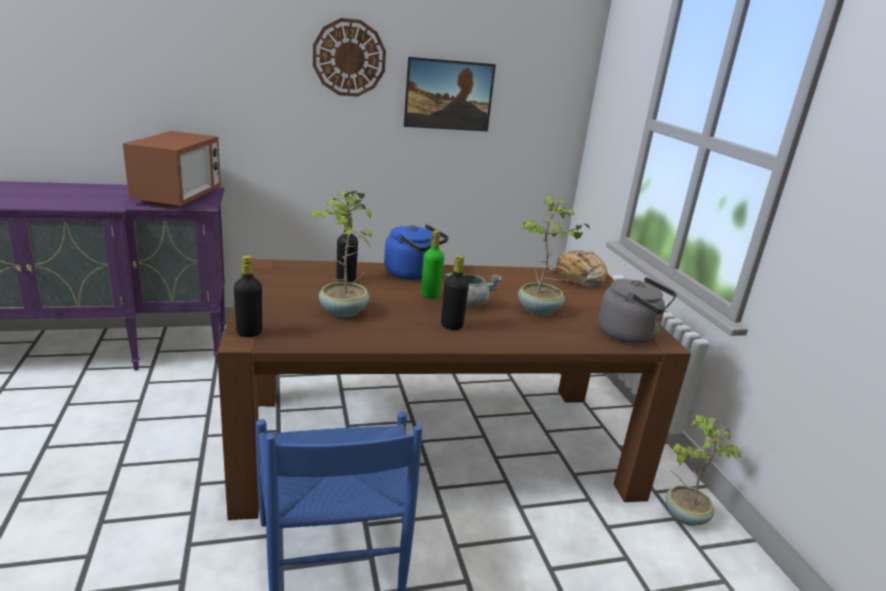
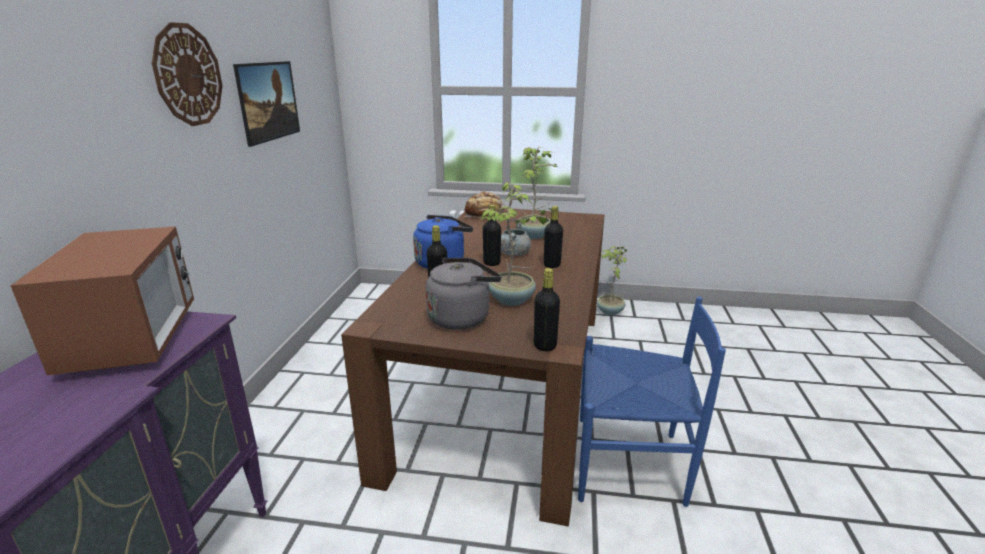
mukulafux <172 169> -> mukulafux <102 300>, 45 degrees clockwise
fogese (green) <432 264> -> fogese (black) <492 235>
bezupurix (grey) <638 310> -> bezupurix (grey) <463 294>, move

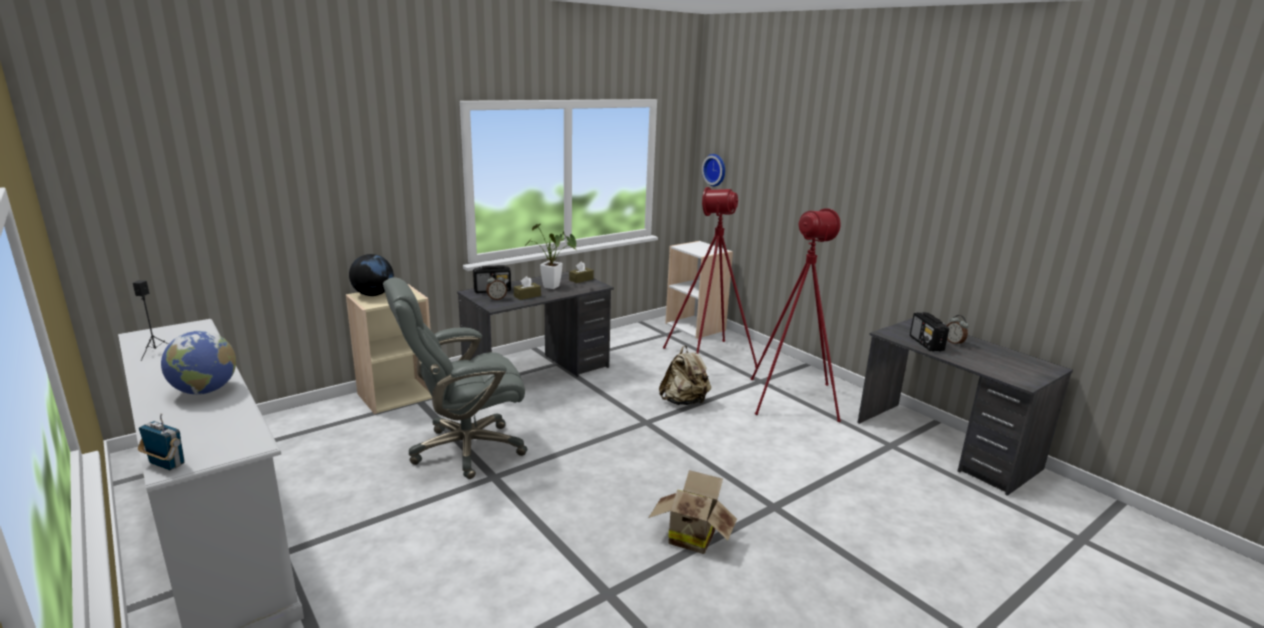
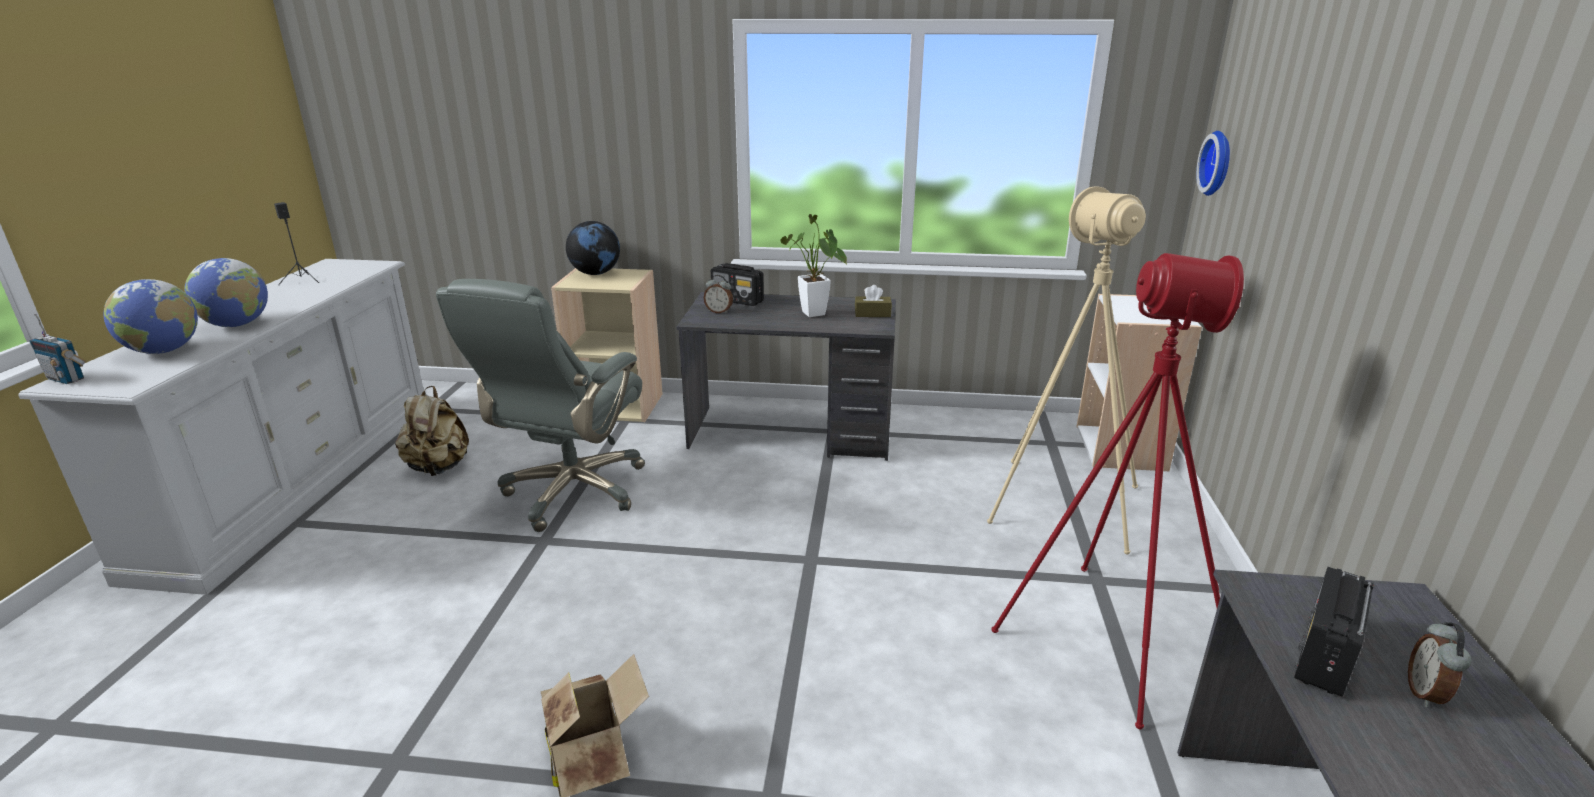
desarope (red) <710 277> -> desarope (beige) <1066 370>
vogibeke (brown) <527 288> -> none
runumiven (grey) <455 378> -> runumiven (grey) <540 405>, 90 degrees counterclockwise
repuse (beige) <685 375> -> repuse (beige) <432 431>, move
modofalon <161 441> -> modofalon <58 349>, 135 degrees clockwise
none -> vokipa <151 316>

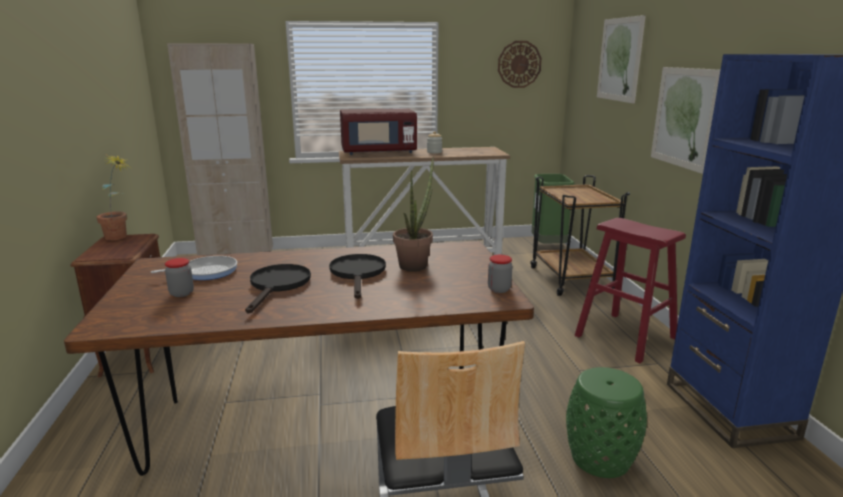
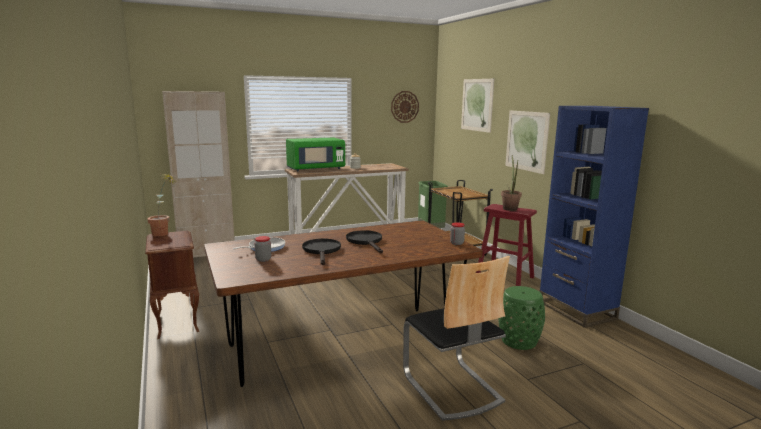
mukulafux (red) <378 131> -> mukulafux (green) <315 155>
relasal <413 215> -> relasal <511 183>, move

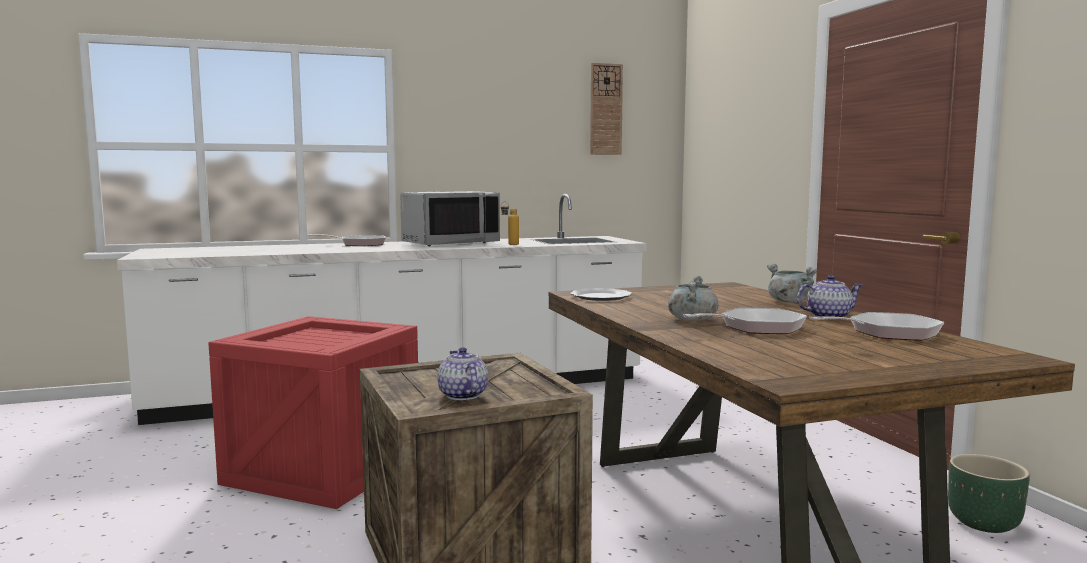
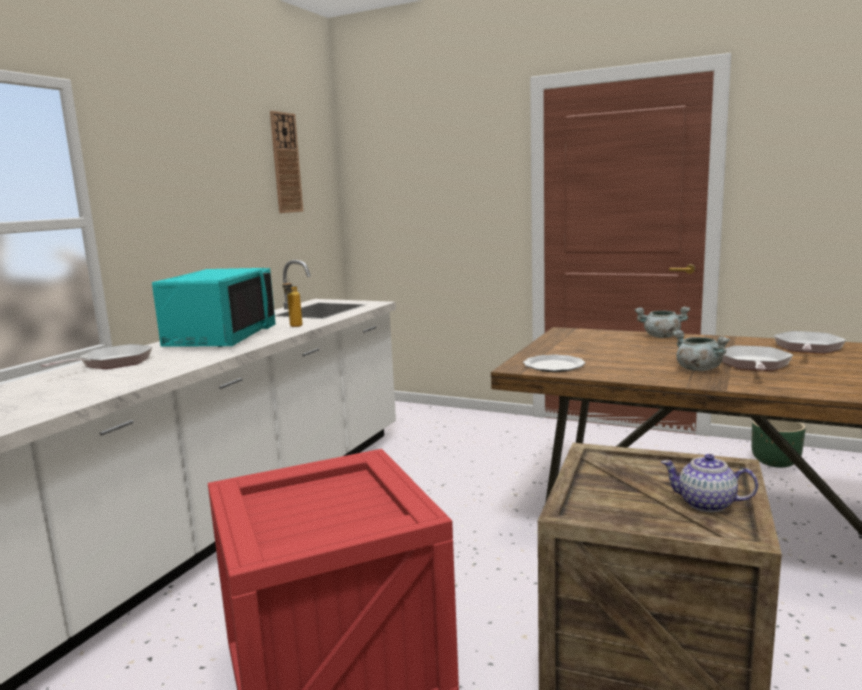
mukulafux (grey) <450 218> -> mukulafux (turquoise) <214 307>
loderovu <829 296> -> none

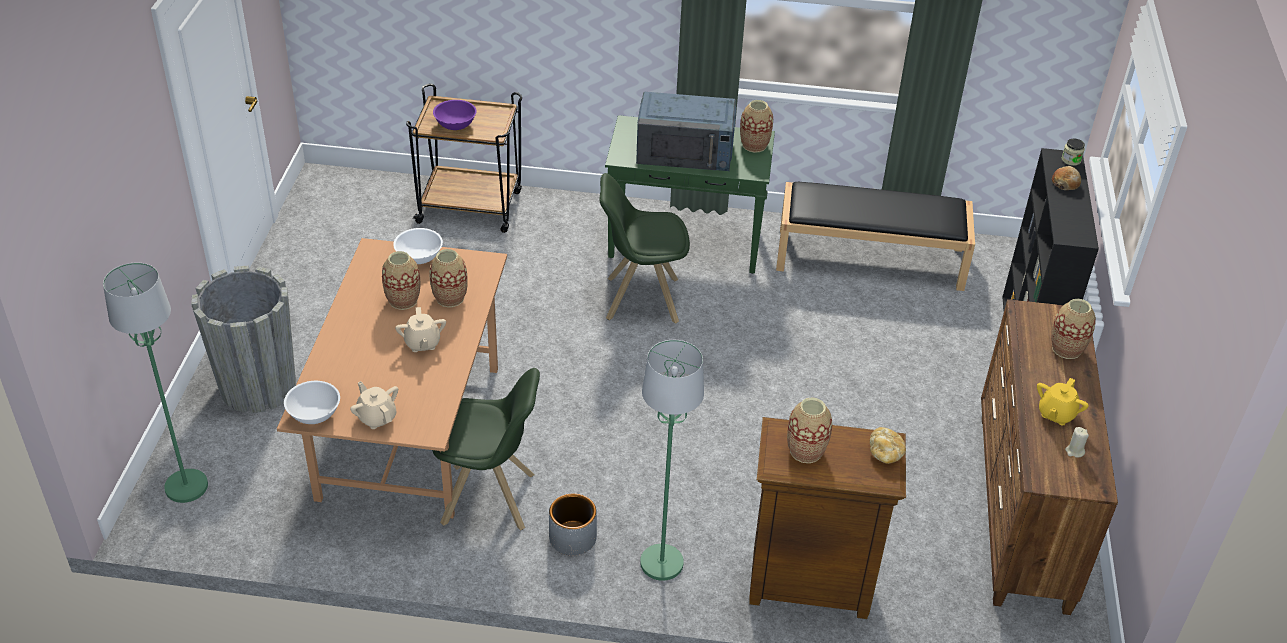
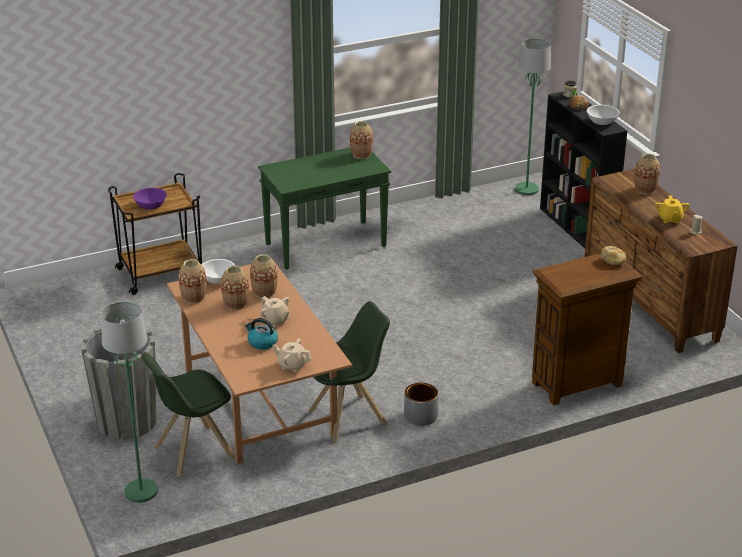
mukulafux (blue) <686 131> -> none
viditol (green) <645 248> -> viditol (green) <188 415>, move
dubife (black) <875 236> -> none
desarope (green) <672 460> -> desarope (green) <533 117>, move
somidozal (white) <312 402> -> somidozal (white) <603 115>, move
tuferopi <810 430> -> tuferopi <192 281>, move
none -> bezupurix <261 334>

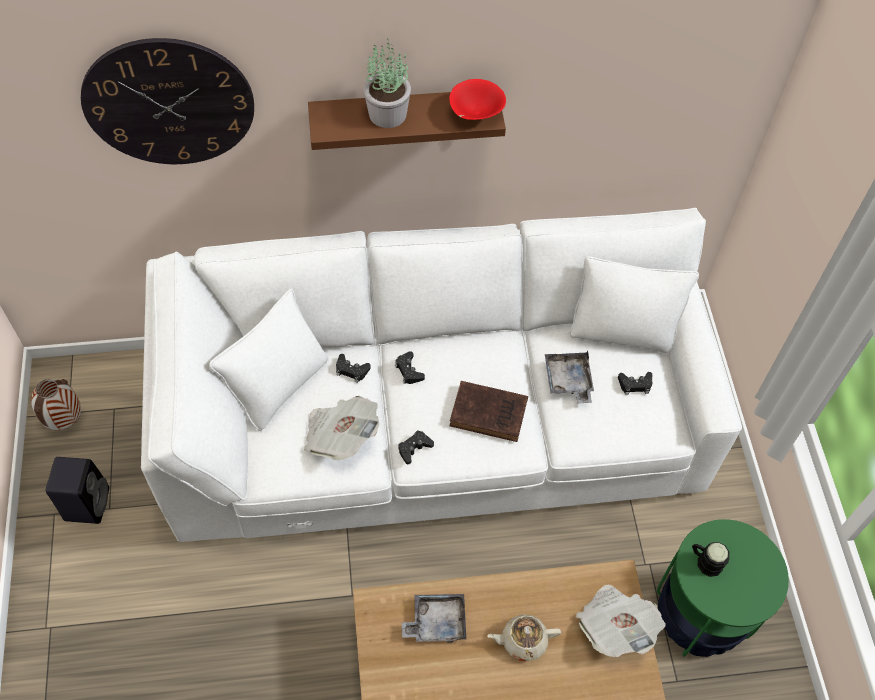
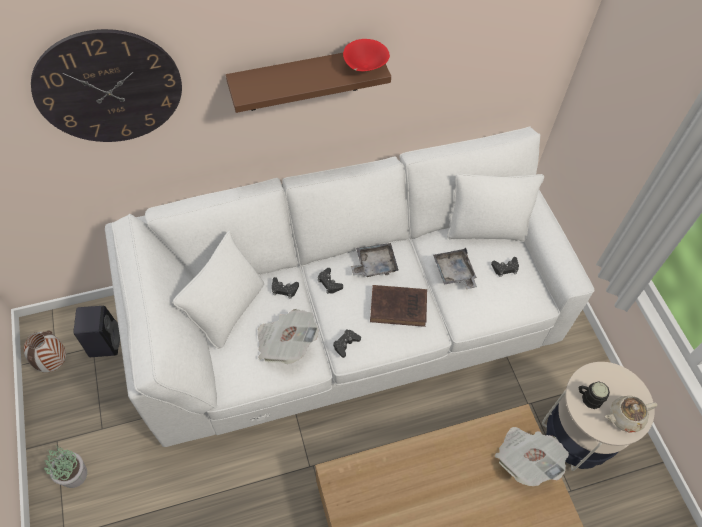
relasal <387 83> -> relasal <65 467>, move
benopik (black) <77 490> -> benopik (black) <96 331>, move
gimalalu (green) <723 588> -> gimalalu (beige) <598 416>
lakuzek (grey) <434 618> -> lakuzek (grey) <375 260>, move
loderovu (beige) <524 637> -> loderovu (beige) <631 414>, move

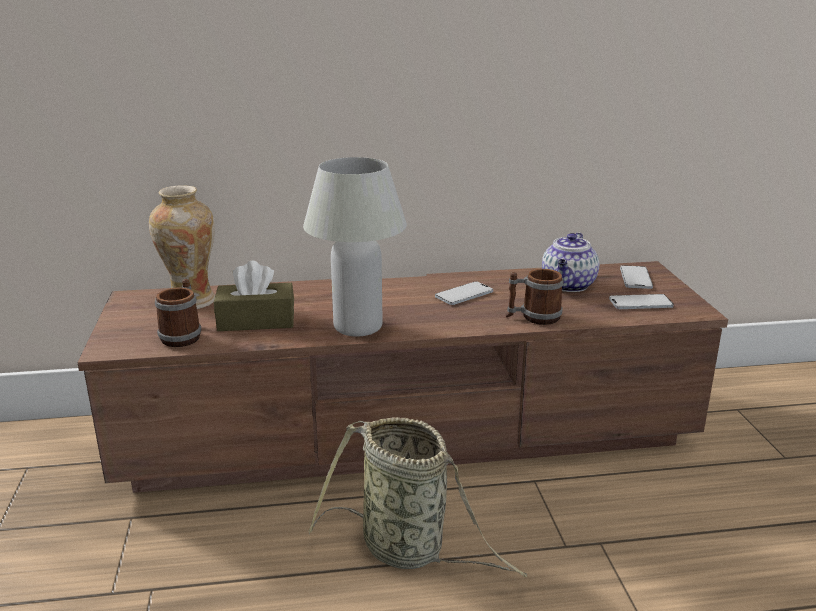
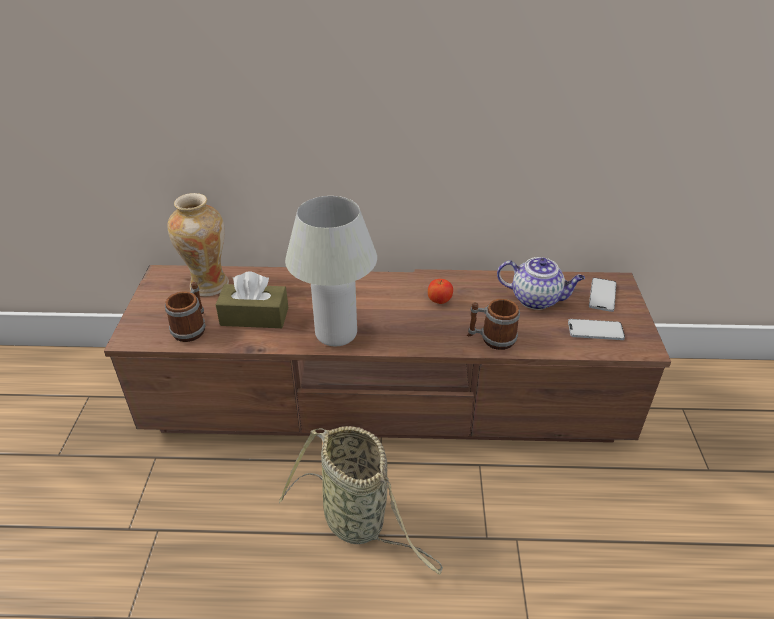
loderovu <570 262> -> loderovu <541 283>, 105 degrees counterclockwise
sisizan <464 293> -> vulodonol <440 291>

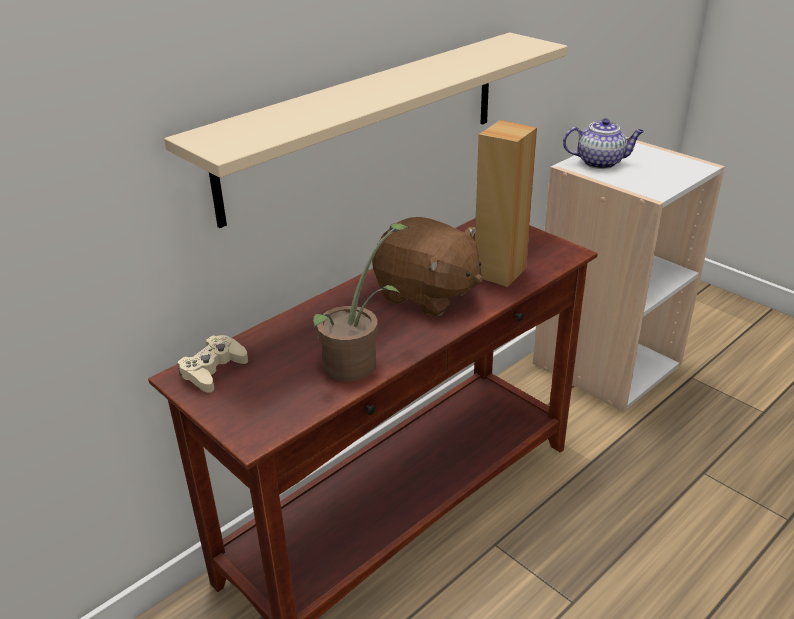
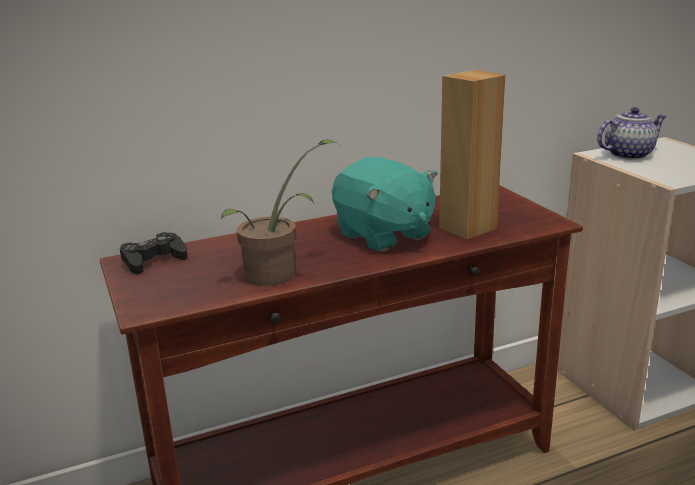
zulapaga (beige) <365 130> -> none
loderovu <603 143> -> loderovu <631 133>, 45 degrees counterclockwise
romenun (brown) <427 267> -> romenun (turquoise) <385 204>
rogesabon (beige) <213 364> -> rogesabon (black) <154 253>

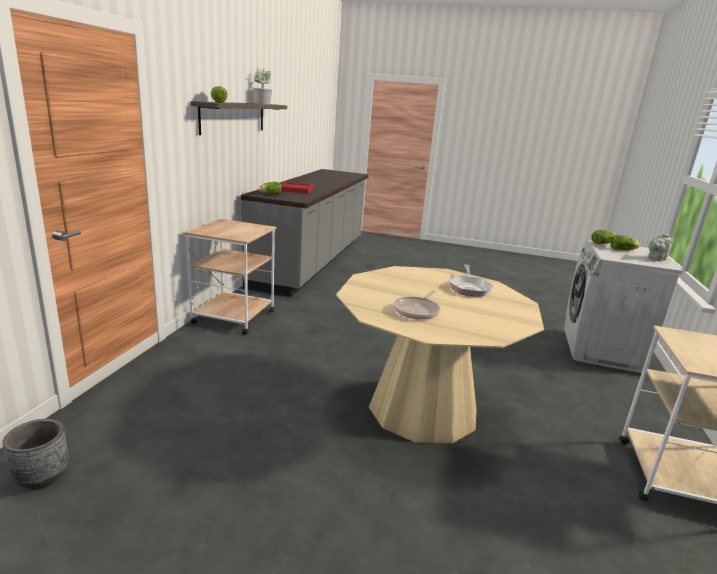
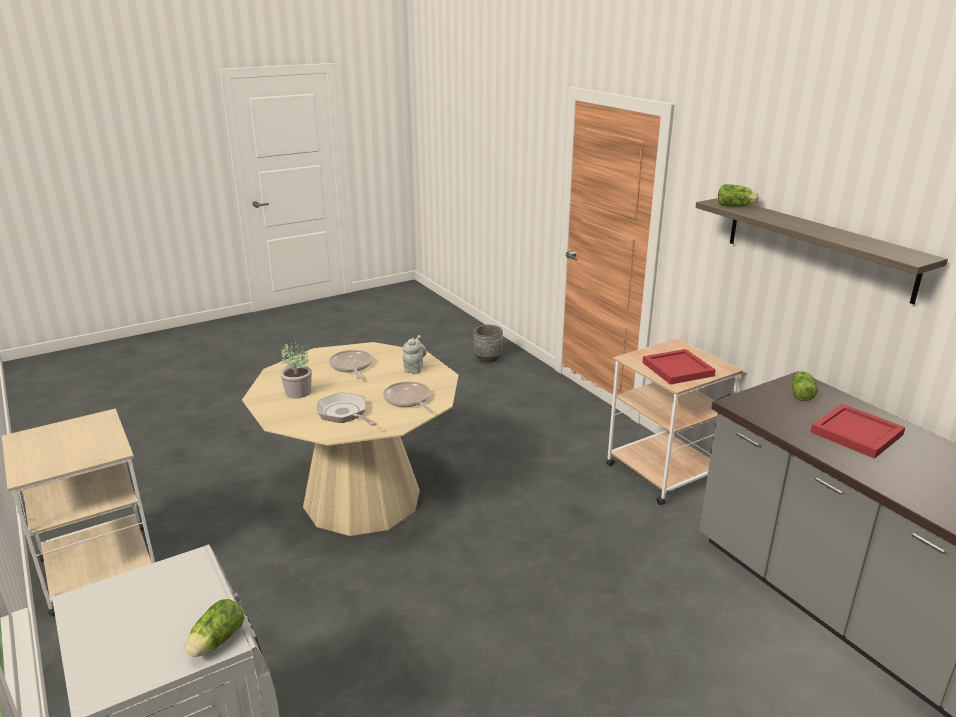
relasal <262 86> -> relasal <296 368>, move
loderovu (grey) <660 247> -> loderovu (grey) <414 354>, move
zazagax <625 242> -> none
none -> lakuzek (red) <679 367>
none -> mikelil <408 397>

